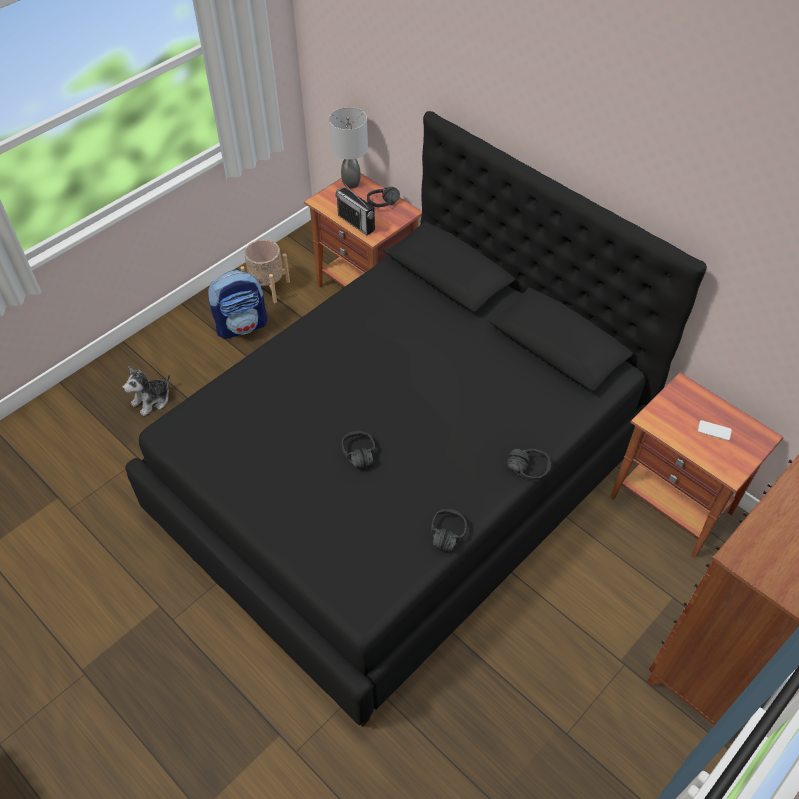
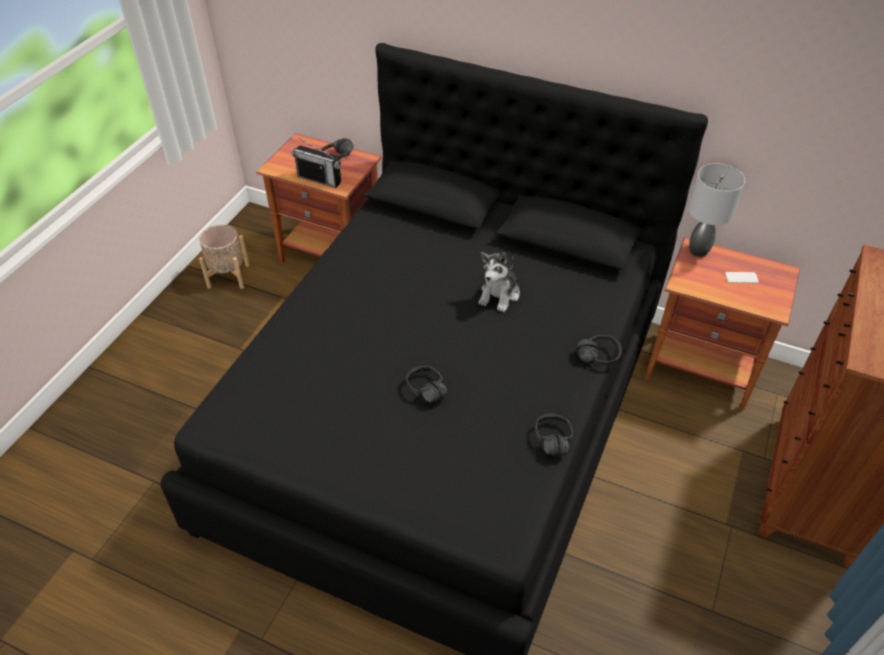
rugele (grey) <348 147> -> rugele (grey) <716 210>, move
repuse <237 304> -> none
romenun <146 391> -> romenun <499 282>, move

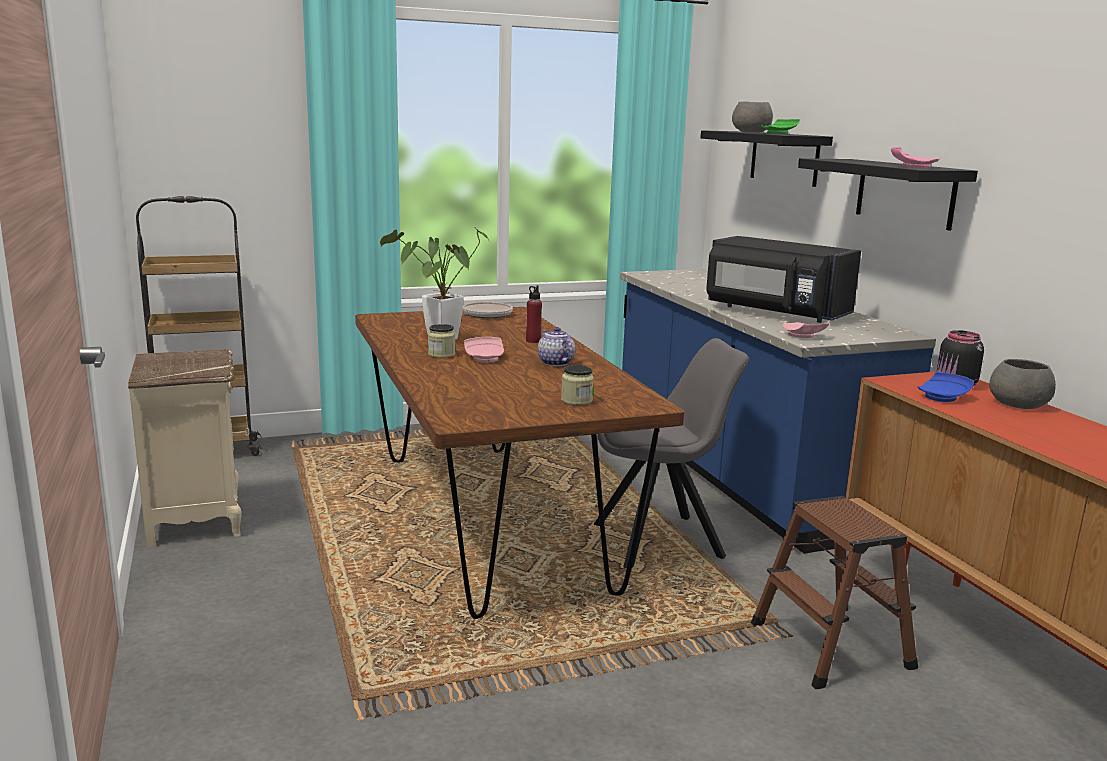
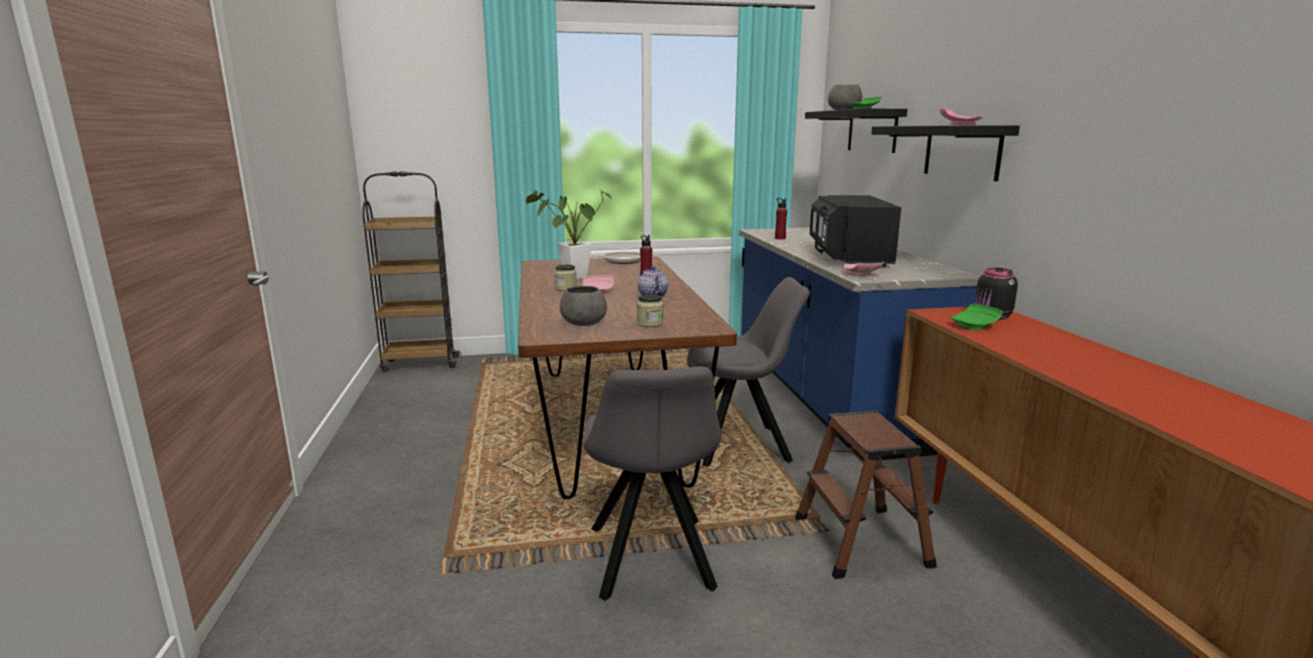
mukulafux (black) <783 279> -> mukulafux (black) <855 231>, 45 degrees clockwise
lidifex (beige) <189 448> -> none
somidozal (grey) <1022 384> -> somidozal (grey) <583 306>, move
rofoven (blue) <946 387> -> rofoven (green) <976 317>
none -> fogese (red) <781 218>
none -> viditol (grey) <652 484>

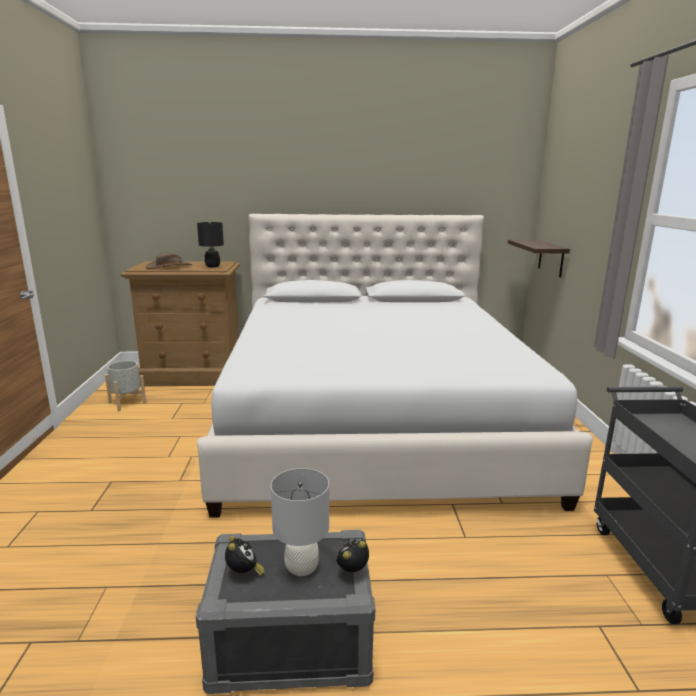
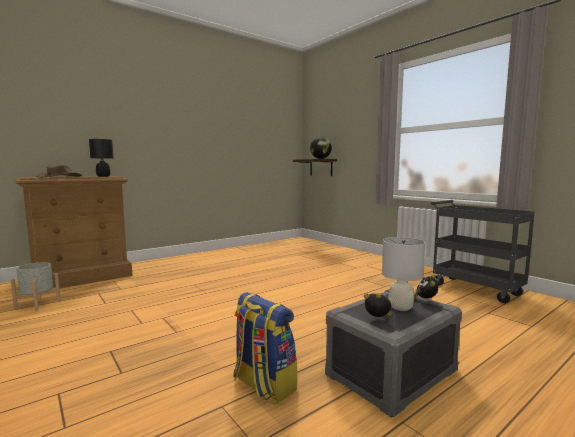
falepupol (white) <395 366> -> none
none -> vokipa <321 148>
none -> repuse <265 348>

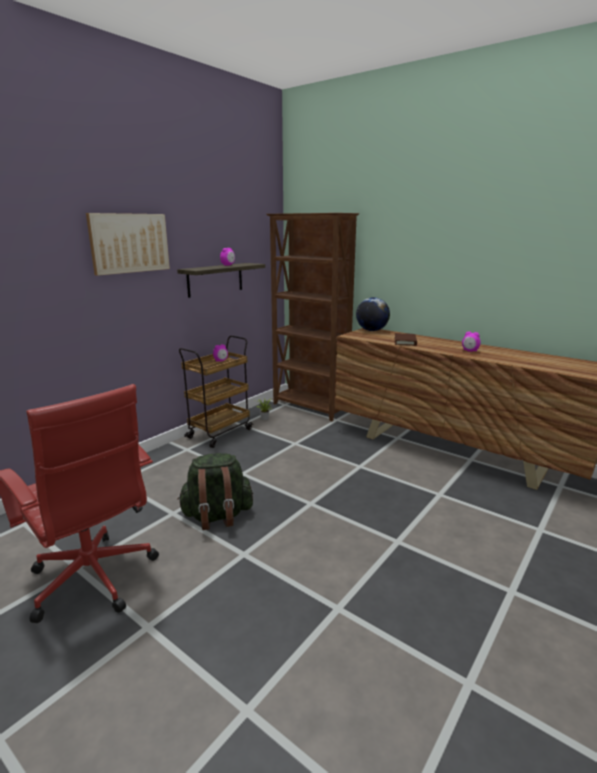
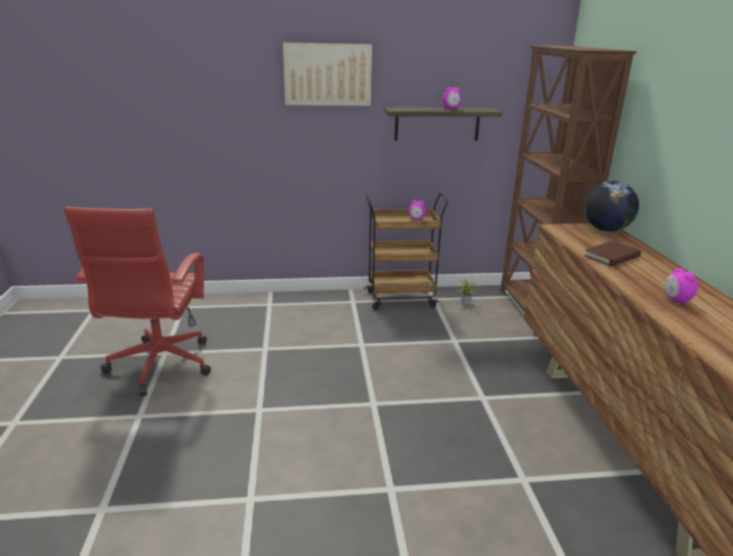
repuse (green) <215 491> -> none

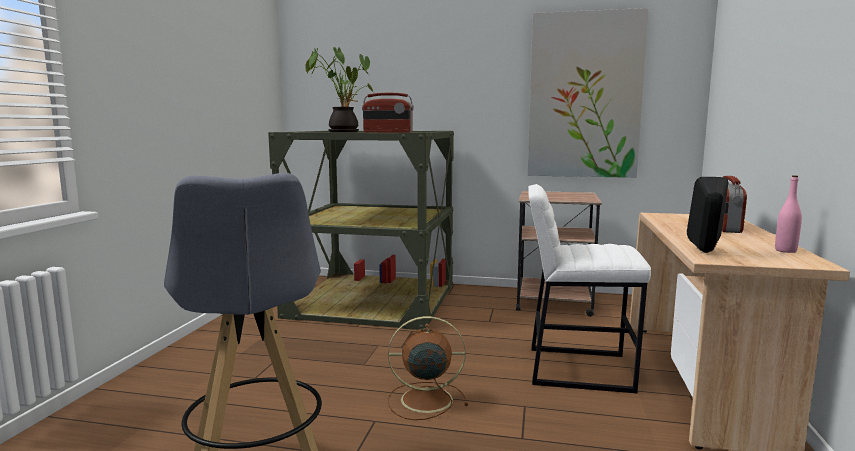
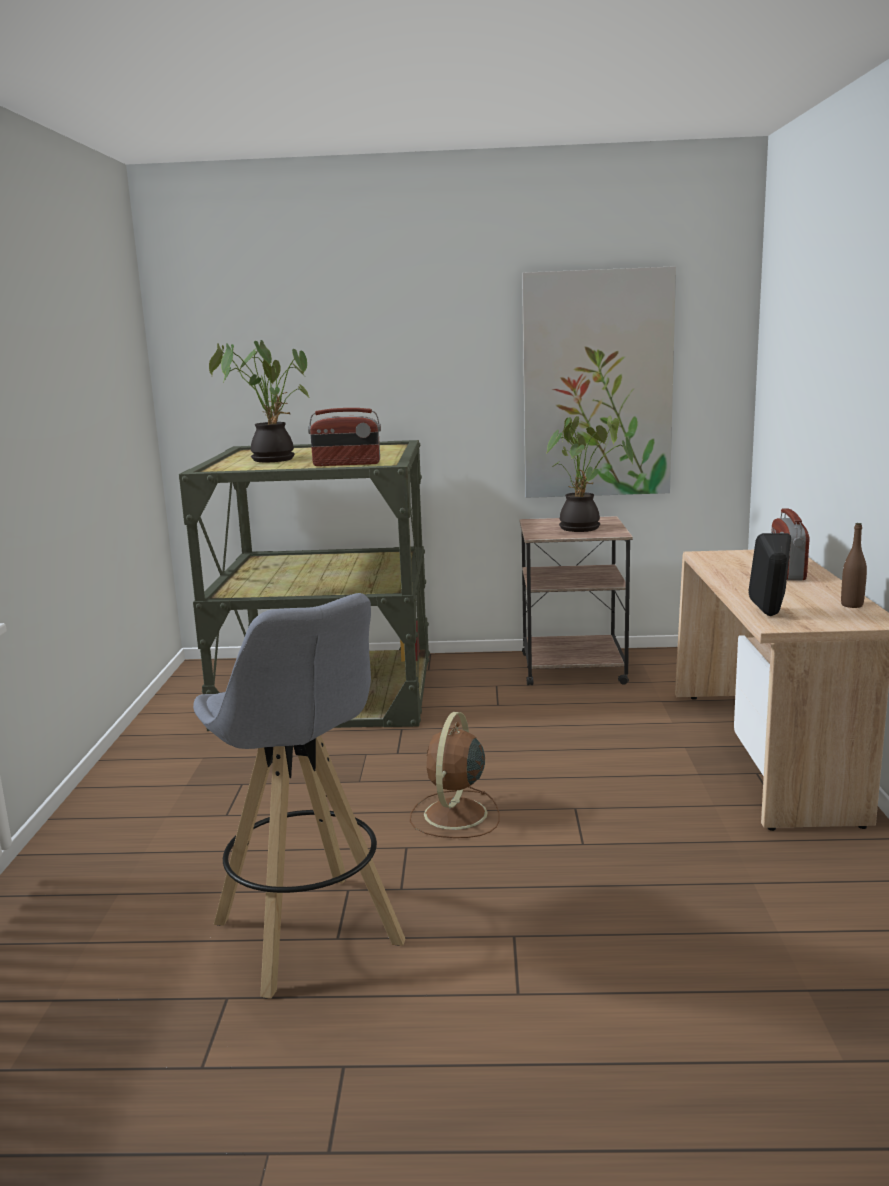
fogese (pink) <788 214> -> fogese (brown) <854 565>
viditol (white) <589 288> -> none
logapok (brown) <428 368> -> logapok (brown) <455 775>, 60 degrees counterclockwise
none -> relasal <589 474>

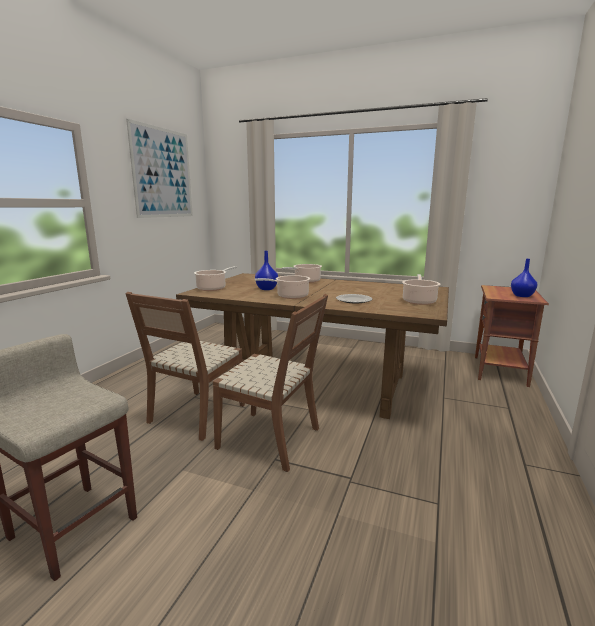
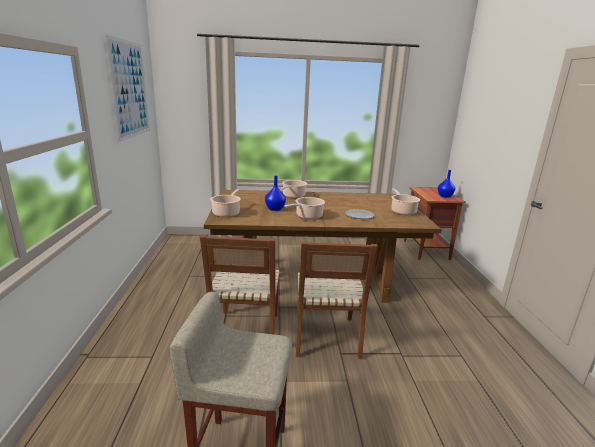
viditol <270 383> -> viditol <337 300>, 90 degrees clockwise

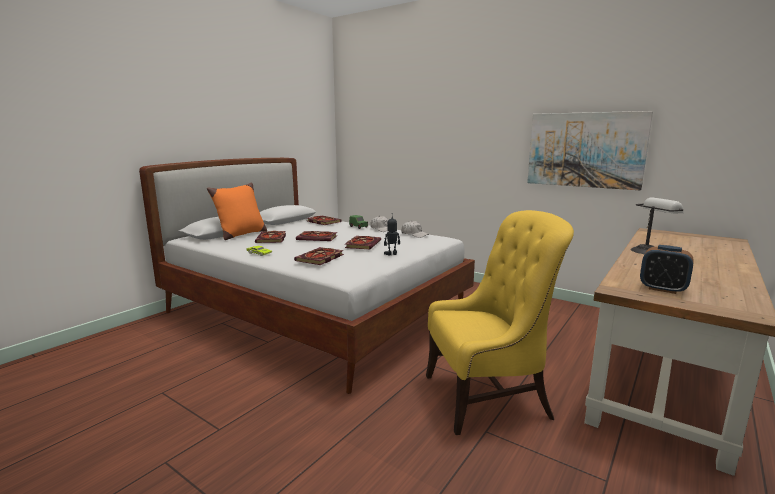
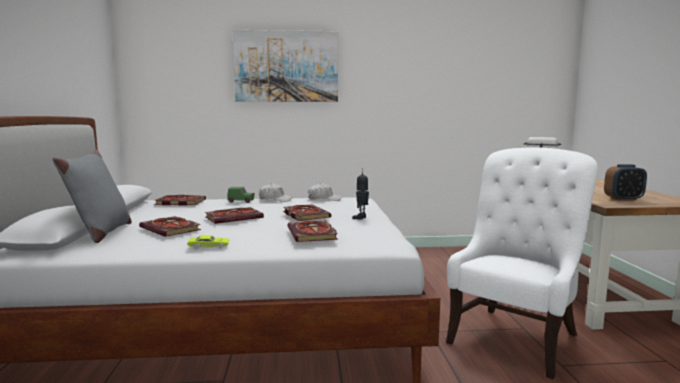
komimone <590 150> -> komimone <285 66>, move
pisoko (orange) <237 211> -> pisoko (grey) <92 196>
viditol (yellow) <500 322> -> viditol (white) <522 263>

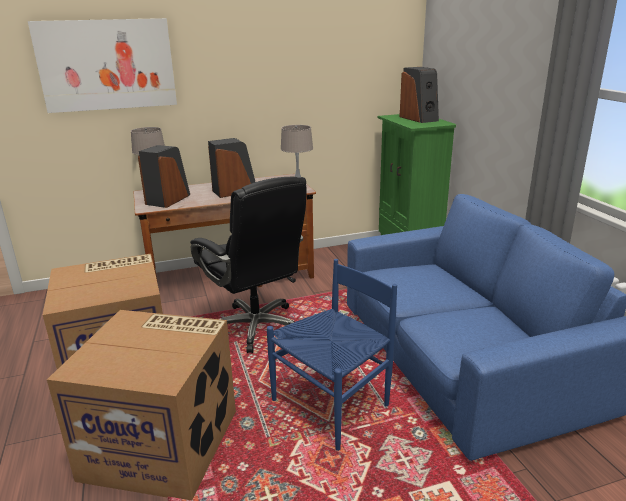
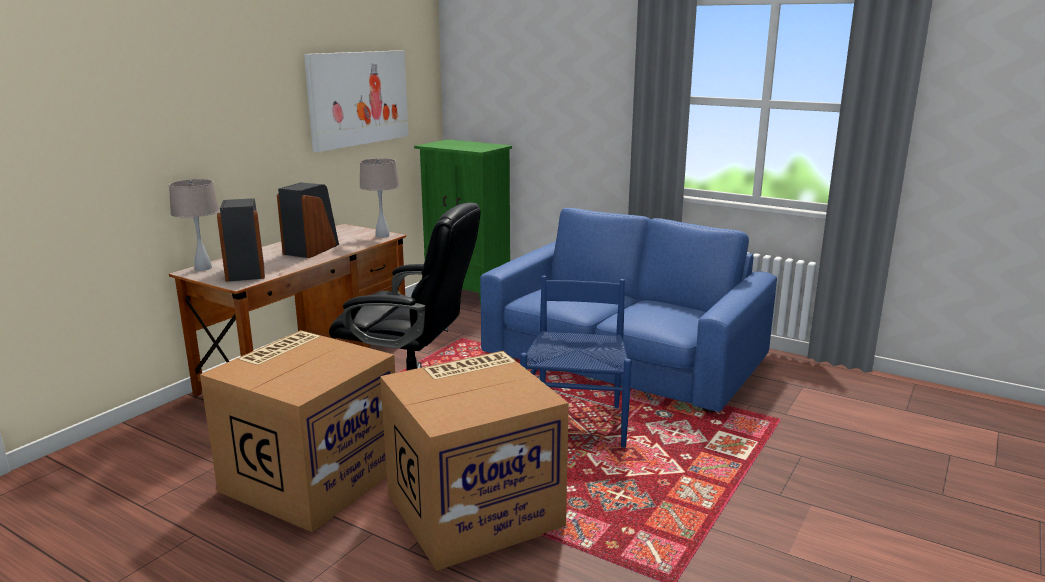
komimone <102 65> -> komimone <356 101>, move
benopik <419 95> -> none

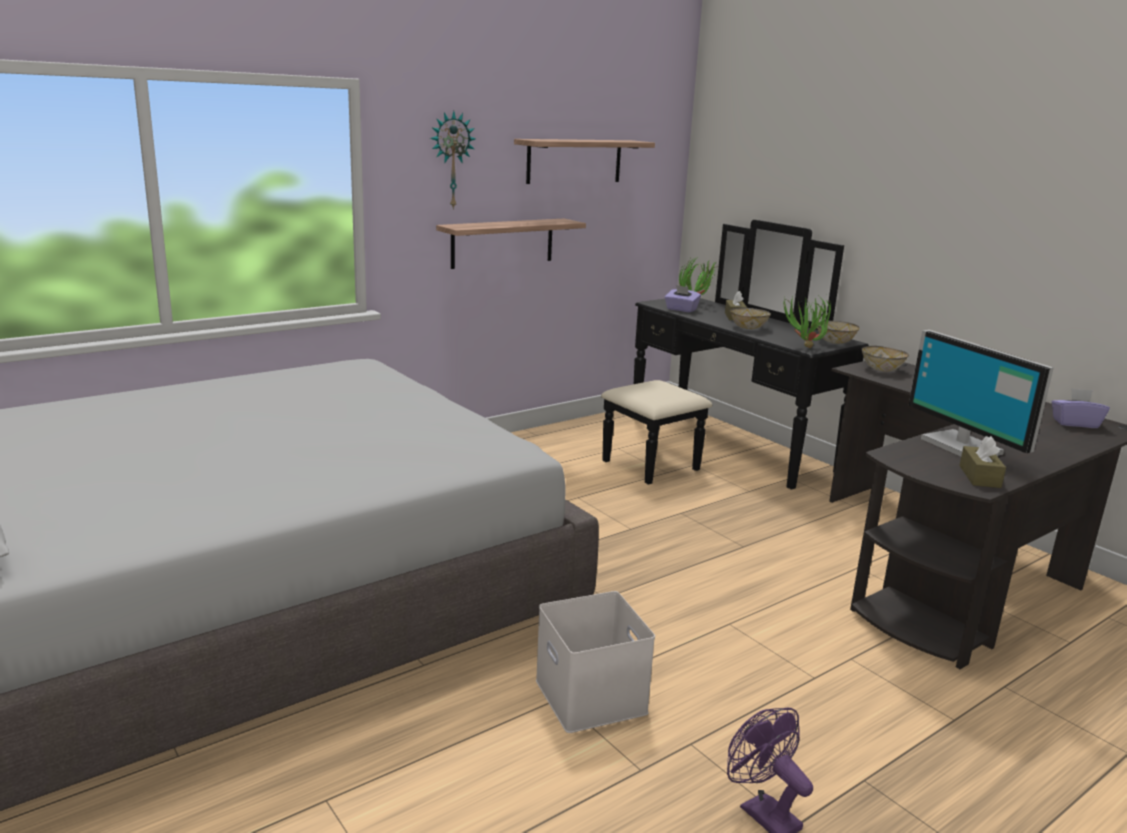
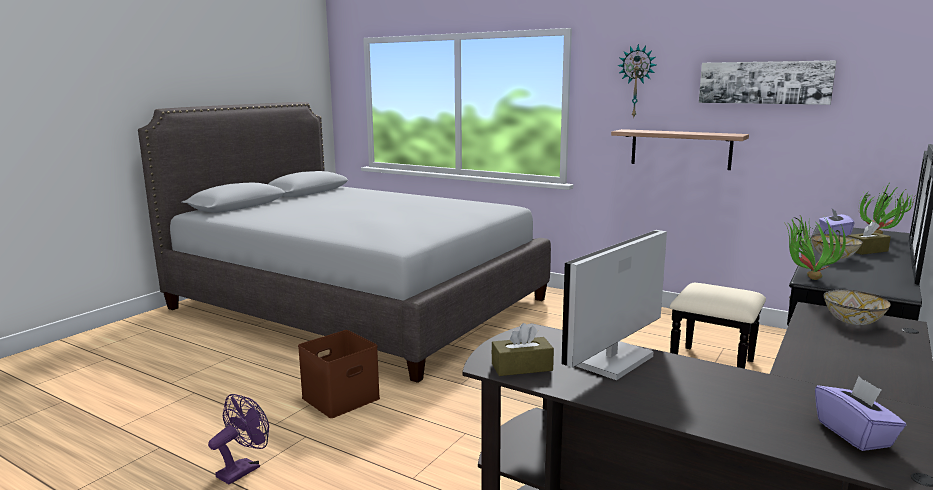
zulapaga <584 161> -> komimone <767 83>
somidozal <838 332> -> none
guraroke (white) <595 662> -> guraroke (brown) <339 374>

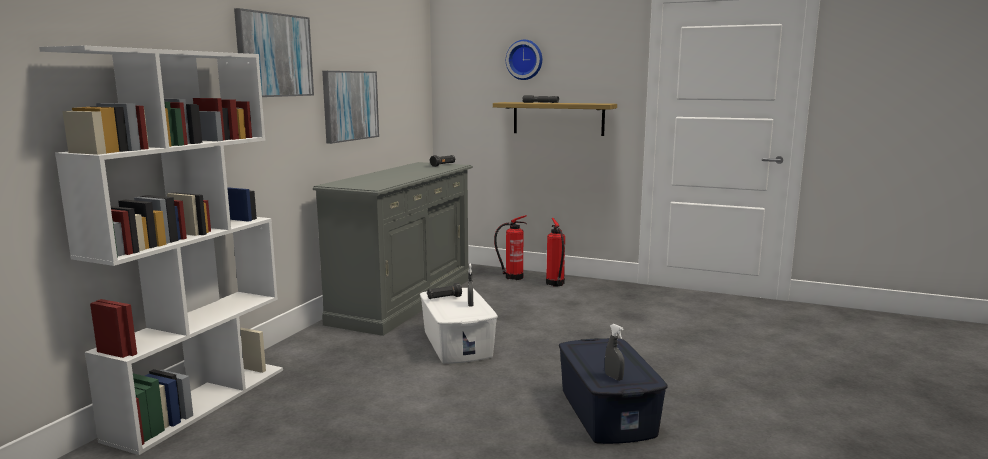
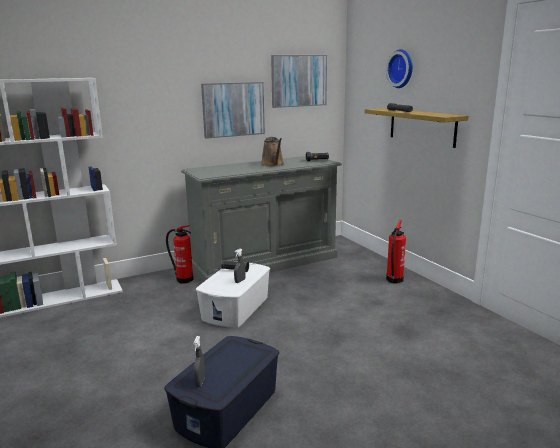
komimone <274 52> -> komimone <299 81>, move
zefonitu <510 247> -> zefonitu <180 254>, move
none -> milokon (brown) <272 152>

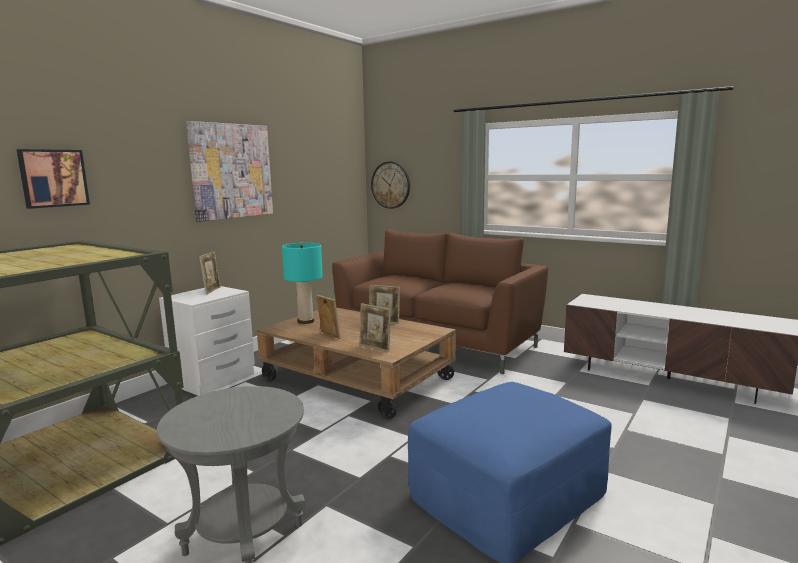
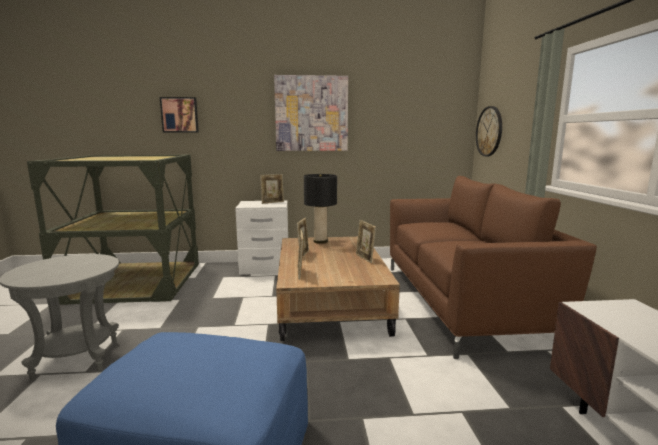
rugele (turquoise) <302 283> -> rugele (black) <320 209>

